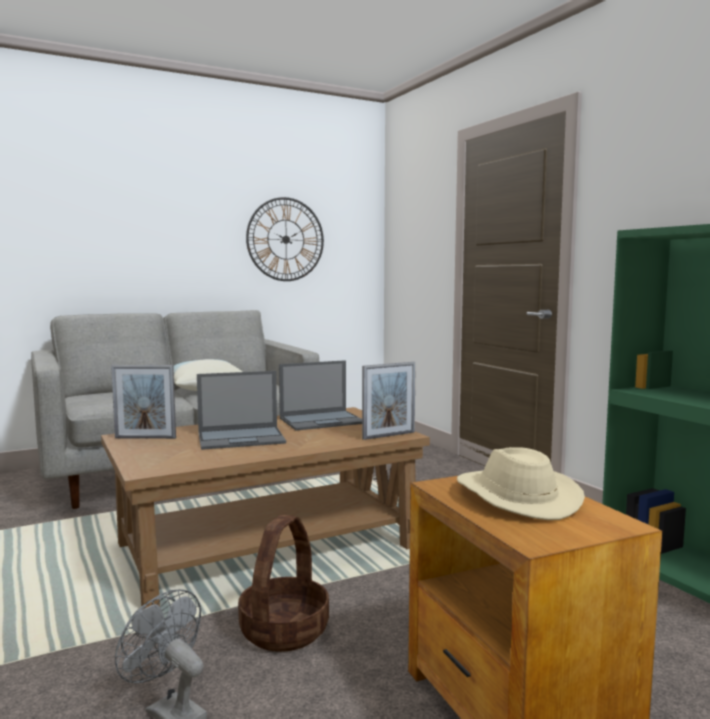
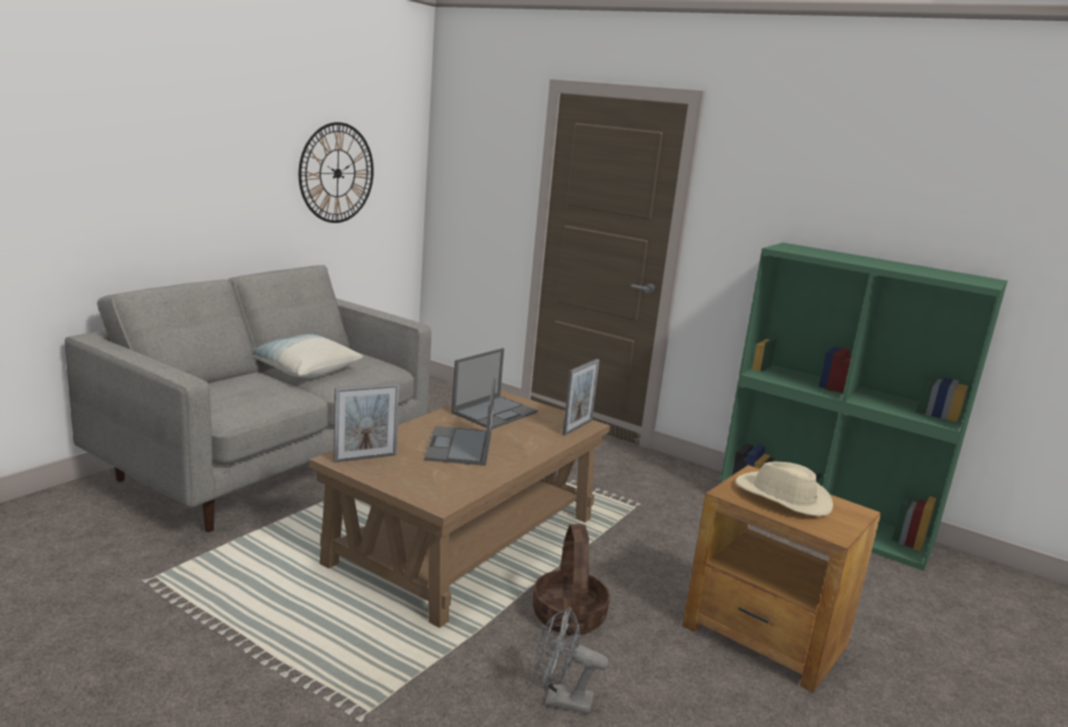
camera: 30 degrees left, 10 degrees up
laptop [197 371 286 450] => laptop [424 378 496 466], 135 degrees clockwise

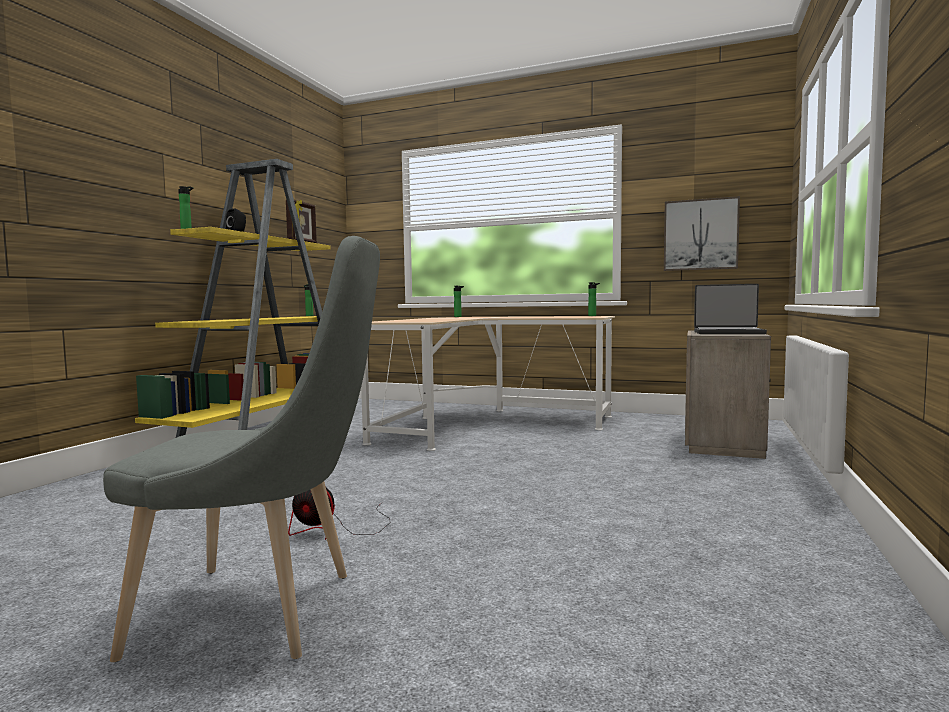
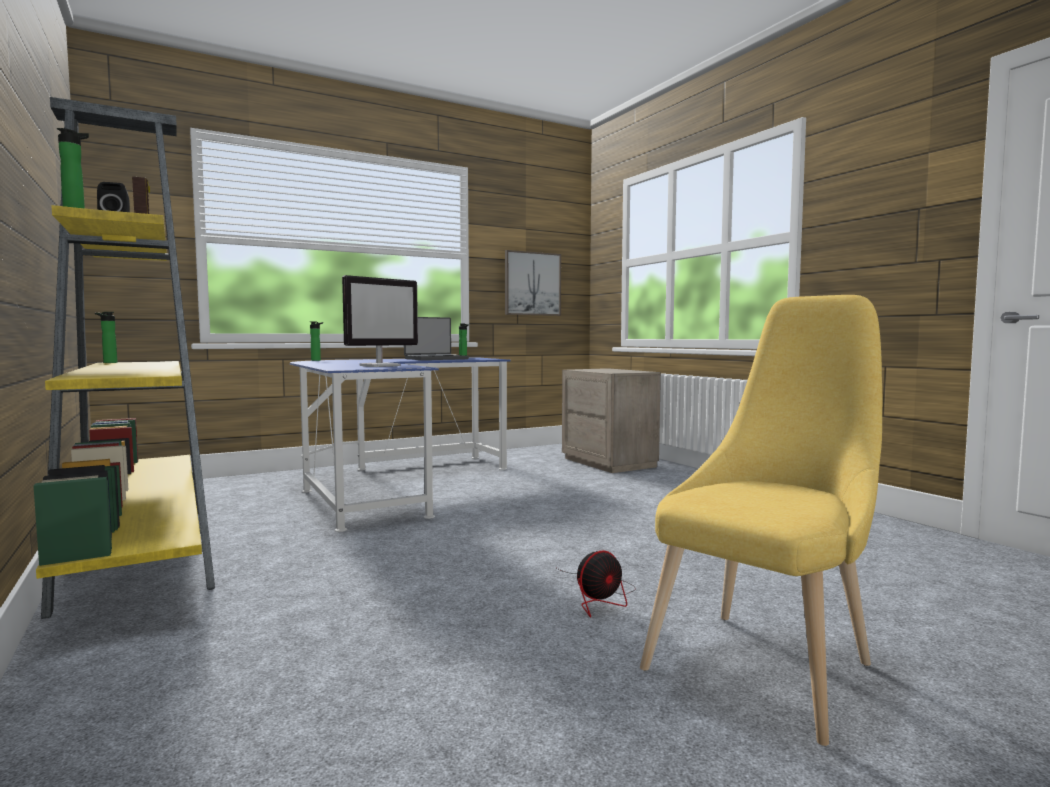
camera: 50 degrees left, 0 degrees up
beige_desk [361 316 615 451] => blue_desk [290 357 511 532]
nothing => monitor [342 275 418 367]
laptop [694 284 767 334] => laptop [404 317 469 360], moved
greyish_upright_chair [103 236 380 662] => yellow-coloured_upright_chair [640 295 882 746]

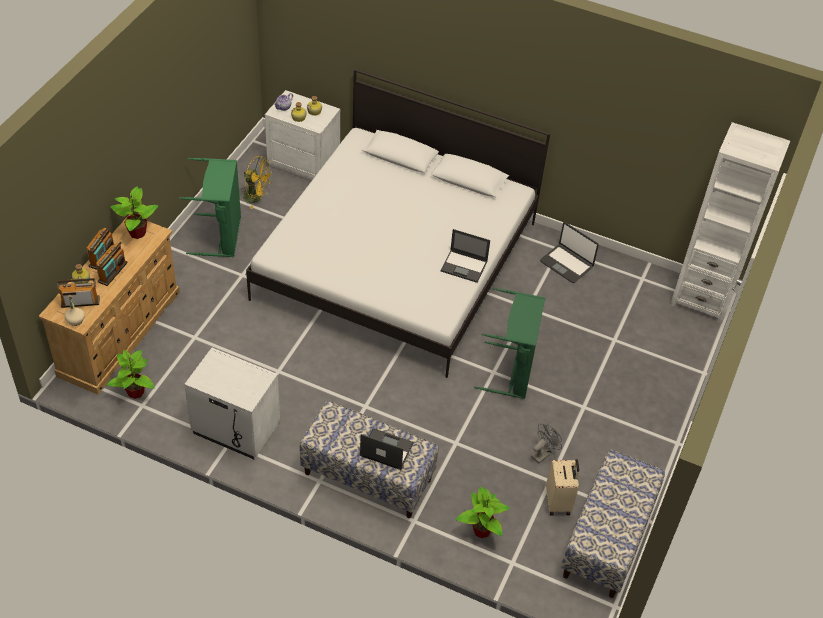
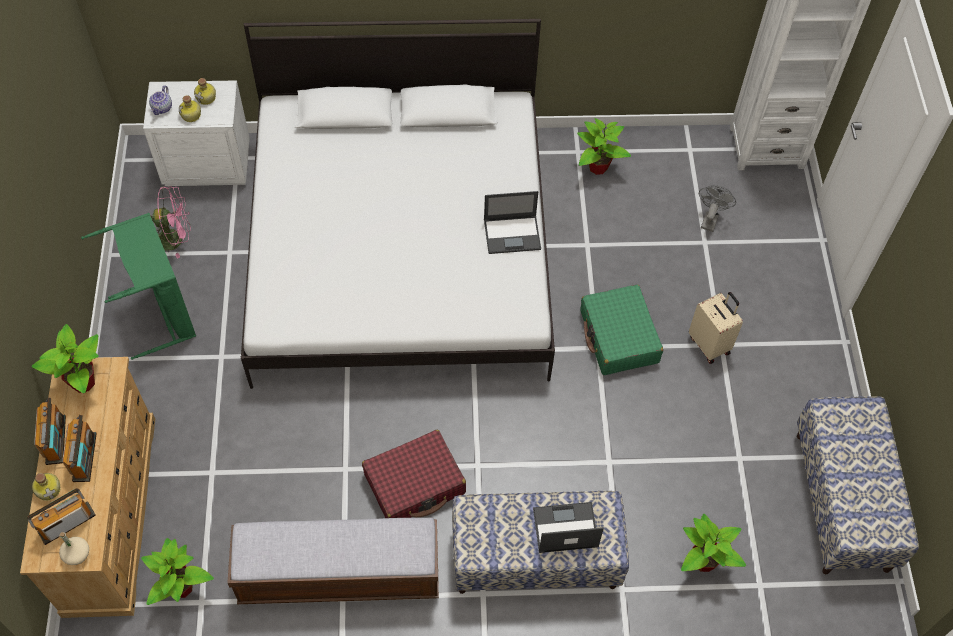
camera: 25 degrees left, 10 degrees up
yellow-coloured_fan [241 156 272 209] => pink-coloured_fan [150 186 191 258]
white-coloured_bedside_table [184 348 280 460] => indoor_bench [227 518 439 604]
nothing => red_suitcase [362 430 466 518]
laptop [540 222 599 283] => plant_in_a_pot [577 118 631 175]
greenish_washing_basket [474 288 545 399] => greenish_suitcase [581 285 663 375]
beige_suitcase [546 459 579 516] => beige_suitcase [689 292 743 364], moved
greyish_fan [531 424 562 464] => greyish_fan [699 185 736 232], moved

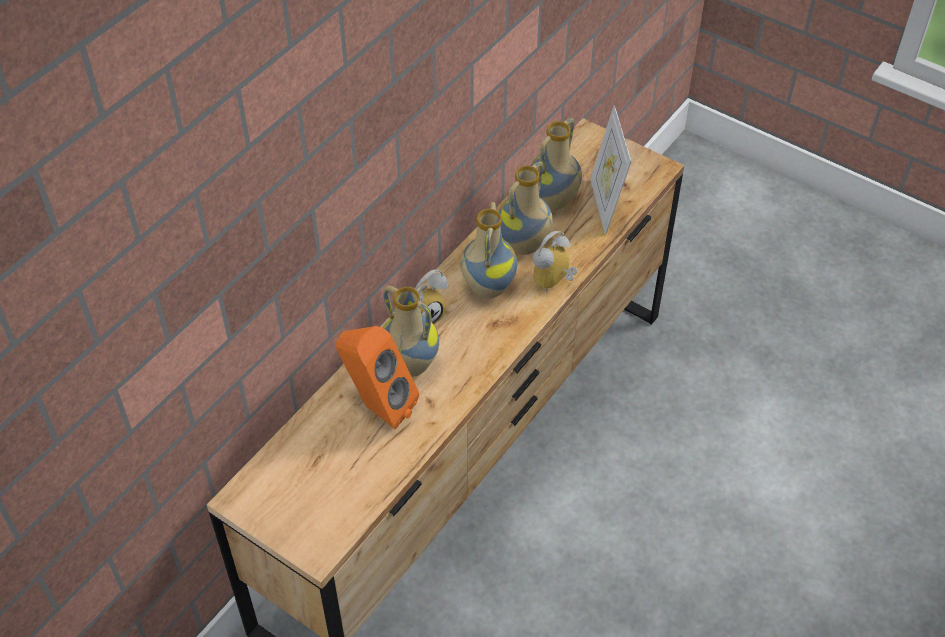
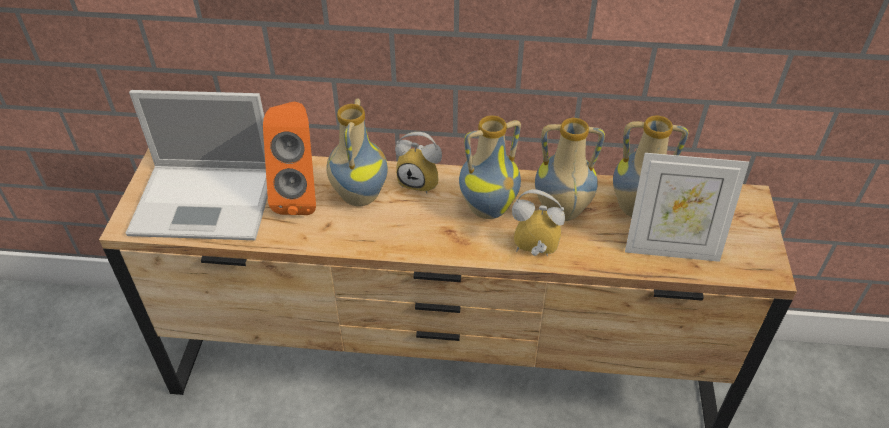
camera: 60 degrees right, 5 degrees down
nothing => laptop [126 90 268 240]
picture_frame [590 105 632 235] => picture_frame [625 153 749 262], 135 degrees counterclockwise

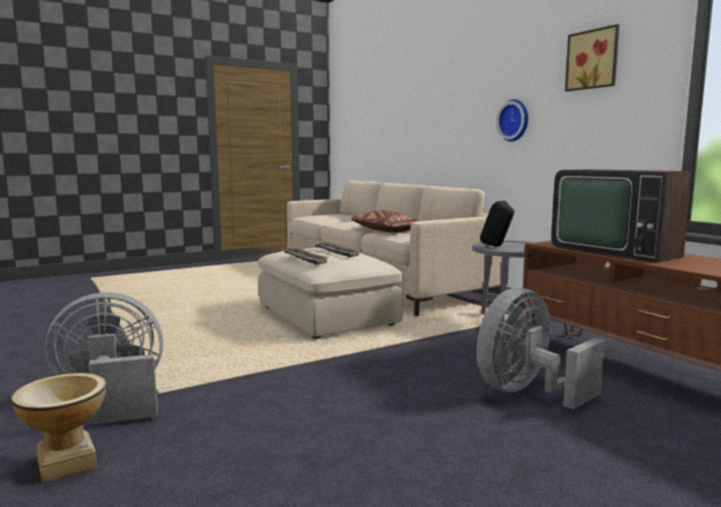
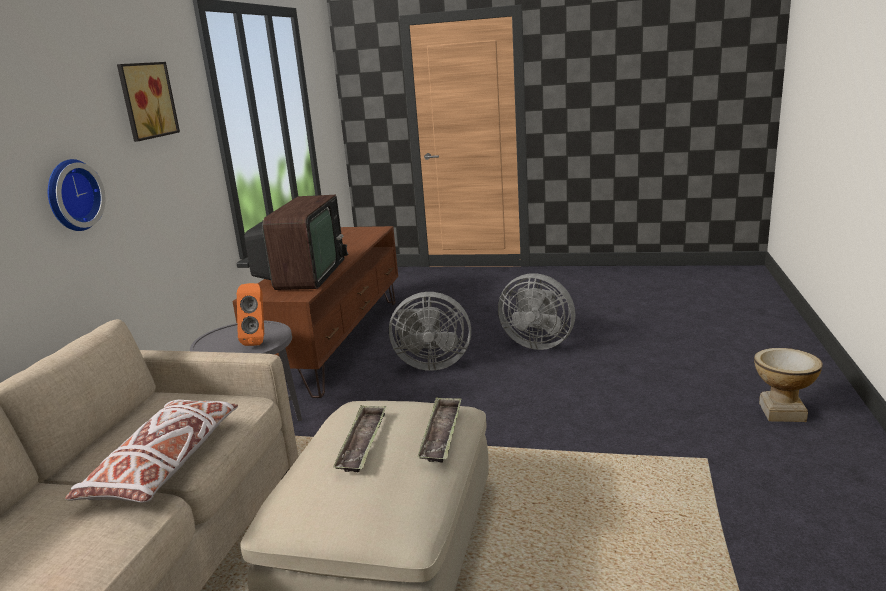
camera: 135 degrees left, 10 degrees up
brownish_cushion [351 210 419 233] => white-coloured_cushion [65 400 238 503]
black-coloured_loudspeaker [480 201 515 247] => orange-coloured_loudspeaker [237 283 264 346]
greyish_fan [45 292 163 424] => greyish_fan [498 273 576 350], moved

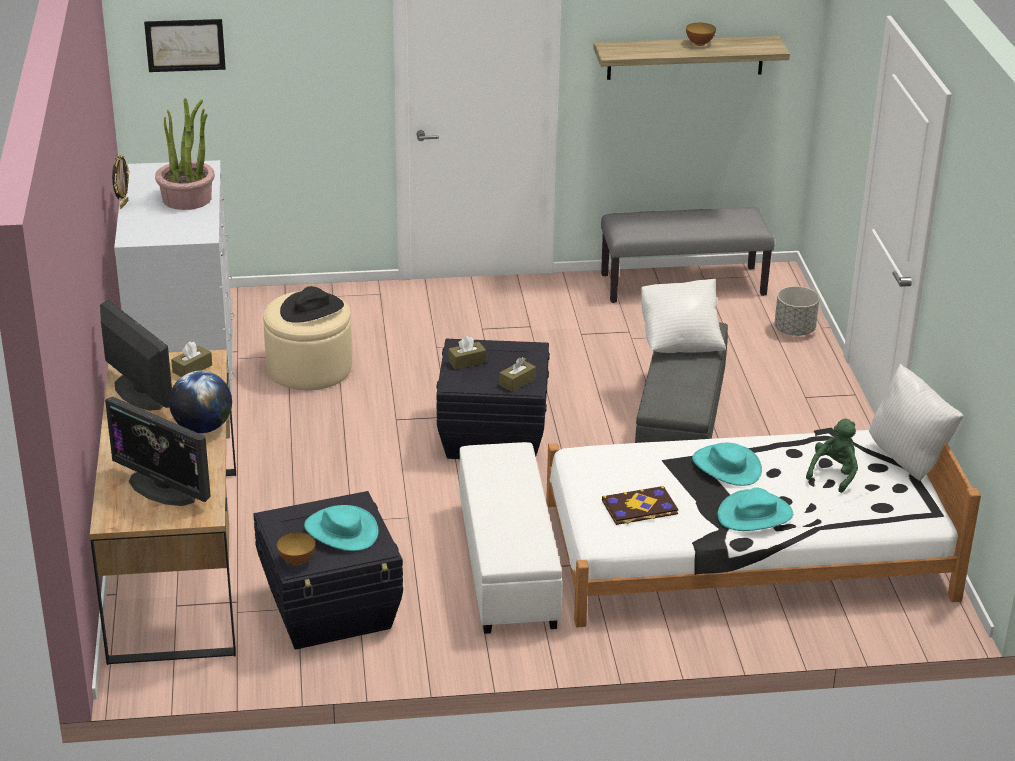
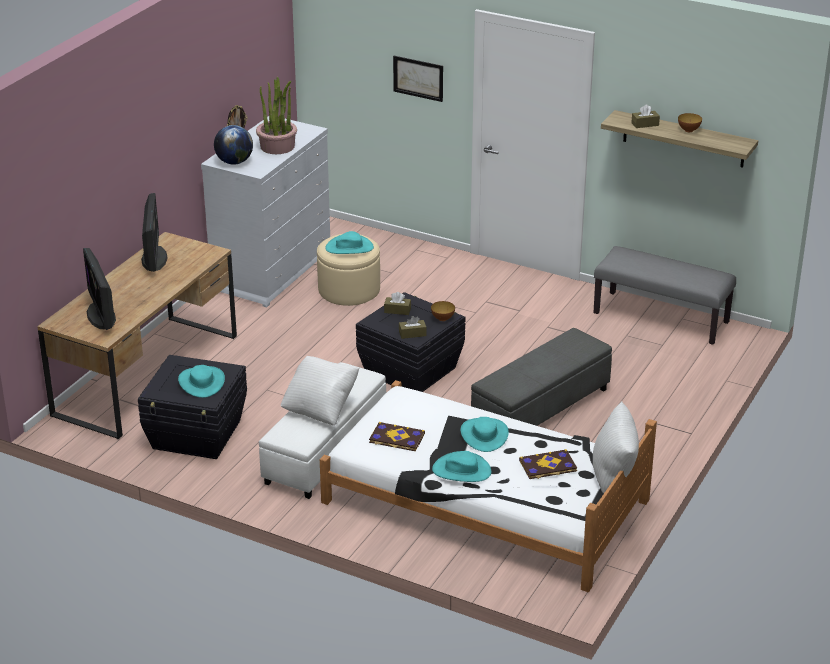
camera: 35 degrees right, 0 degrees up
world_globe [169 371 232 433] => world_globe [214 125 253 164], moved
white-coloured_cushion [641 279 726 353] => white-coloured_cushion [281 356 360 426], moved
black-coloured_clothing_hat [280 286 344 323] => blue-green_clothing_hat [325 231 374 254]
wall_art [144 19 226 72] => wall_art [393 56 443 102], moved
deep_dish [277 532 315 565] => deep_dish [431 301 455 321], moved
greenish_cuddly_toy [806 418 858 493] => bound_book [519 449 577 479]
brownish_tissue_box [171 342 212 377] => brownish_tissue_box [631 104 660 128], moved
greyish_flower_pot [774 286 819 336] => nothing

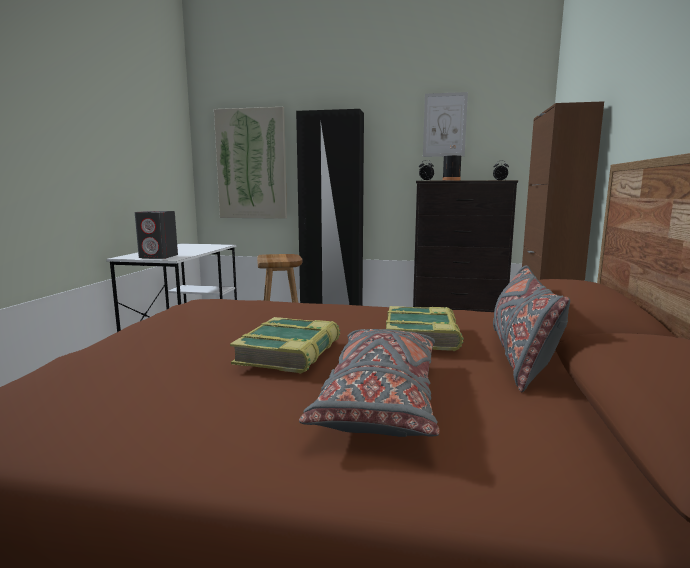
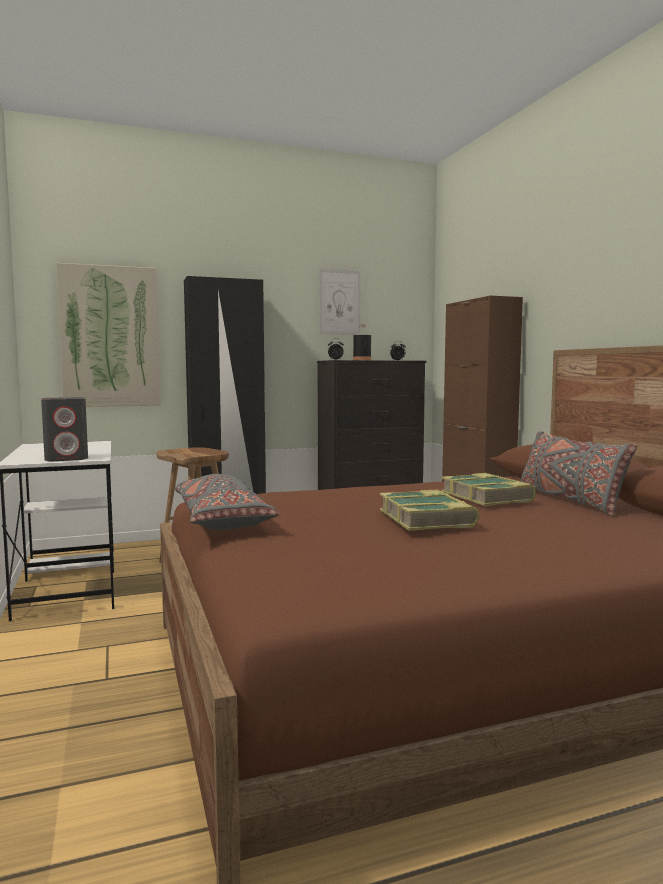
camera: 30 degrees left, 5 degrees down
greyish_cushion [299 329 439 437] => greyish_cushion [175 474 280 530], moved

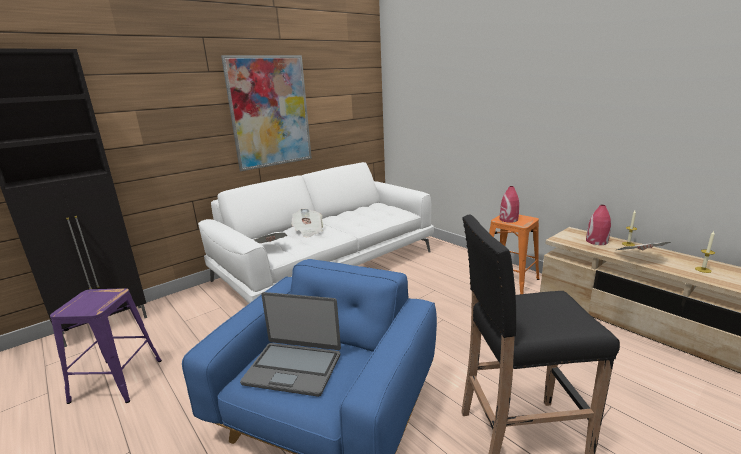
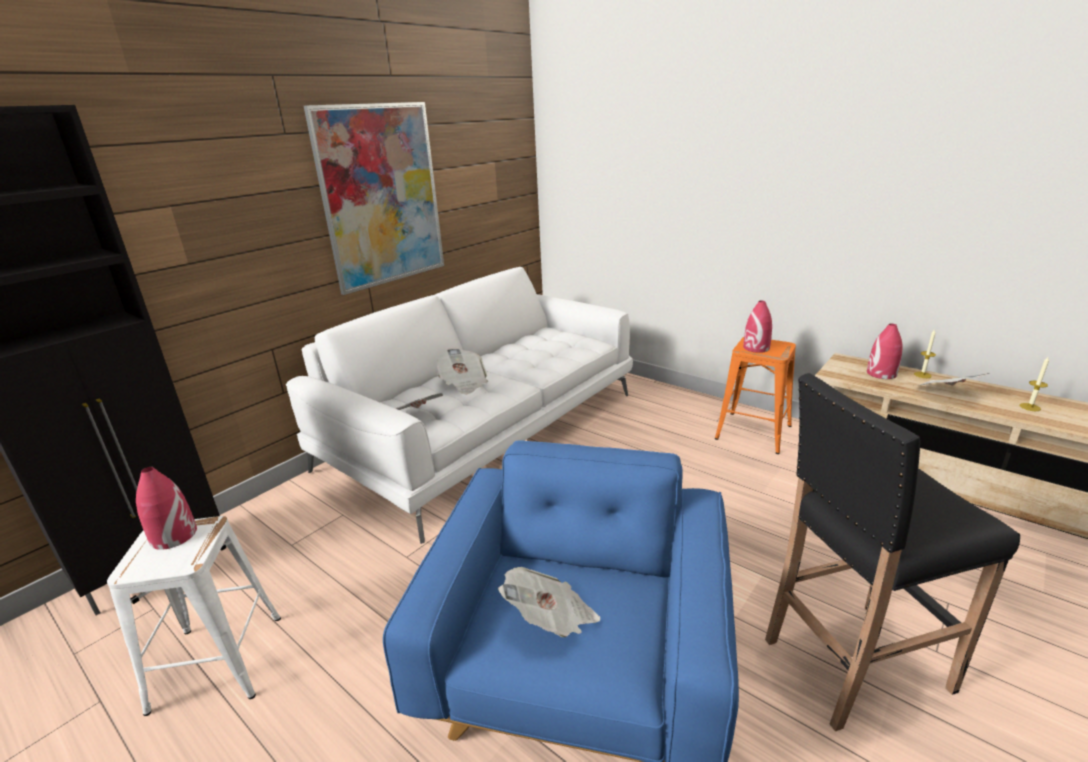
camera: 10 degrees left, 5 degrees up
purple_sitting_stool [50 288 162 404] => white-coloured_sitting_stool [107 516 281 716]
nothing => red_flower_vase [136 467 197 550]
laptop [240 292 341 397] => newspaper [498 567 600 637]

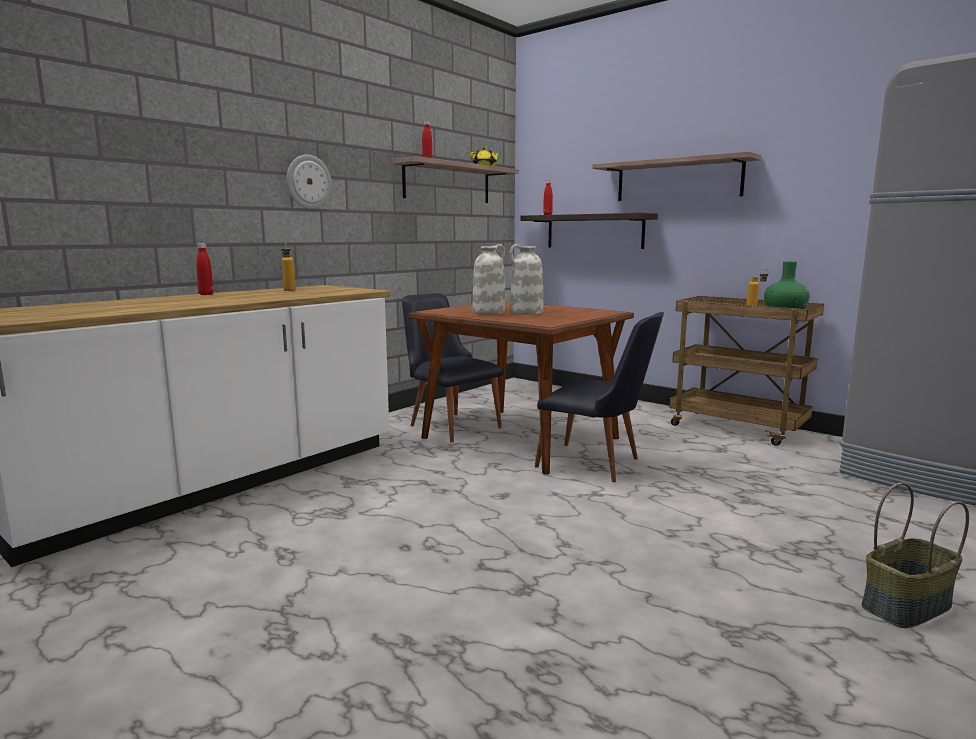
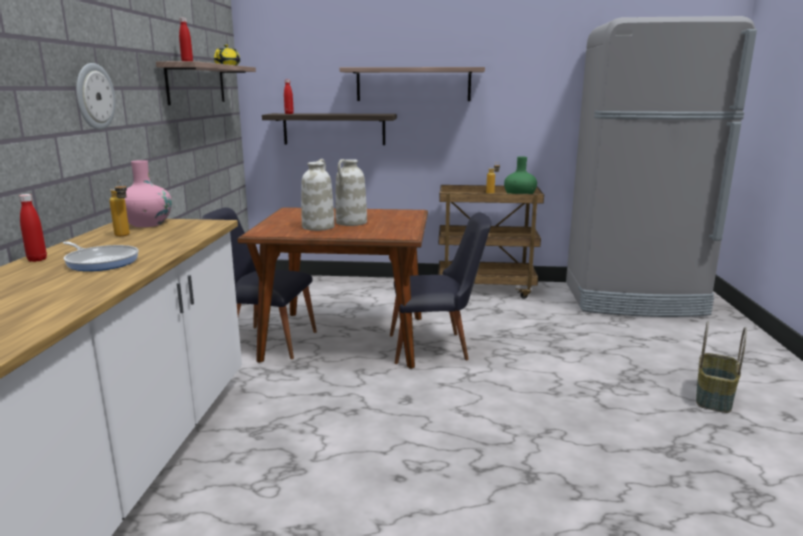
camera: 35 degrees left, 5 degrees up
nothing => skillet [63 241 139 271]
nothing => pink-coloured_flower_vase [125 160 172 227]

